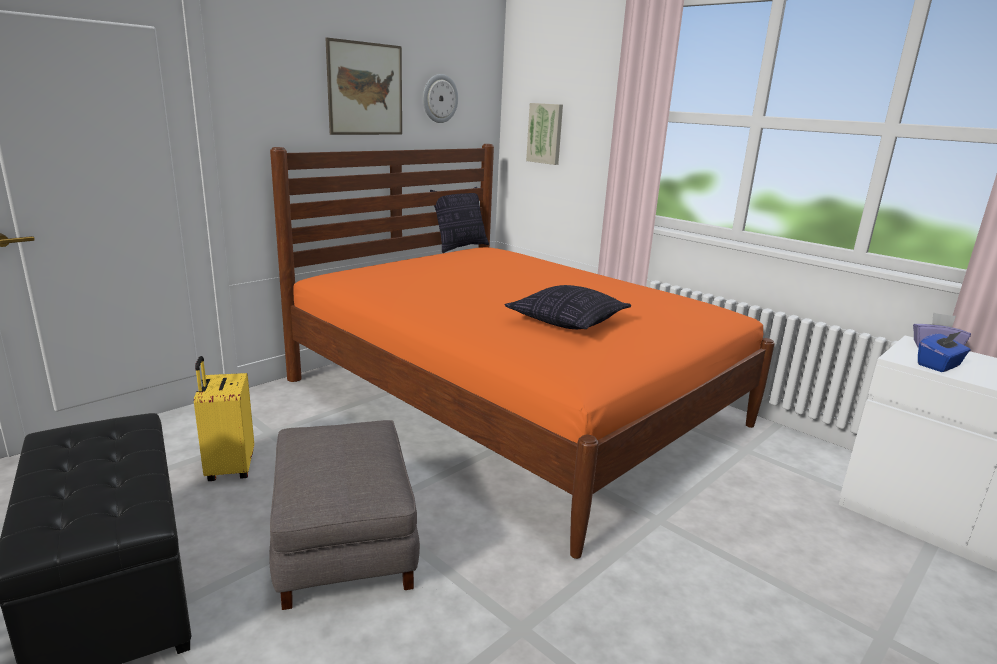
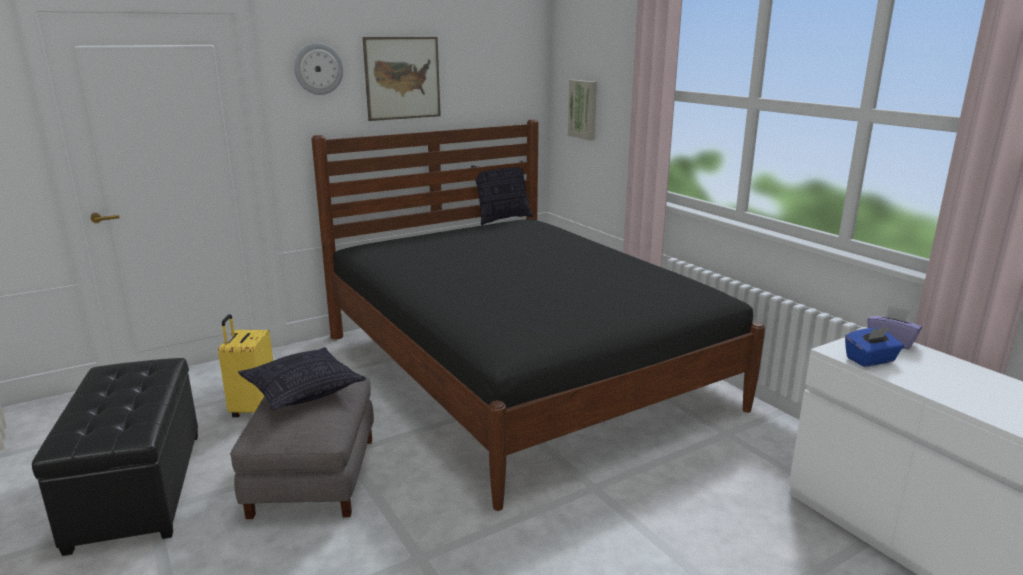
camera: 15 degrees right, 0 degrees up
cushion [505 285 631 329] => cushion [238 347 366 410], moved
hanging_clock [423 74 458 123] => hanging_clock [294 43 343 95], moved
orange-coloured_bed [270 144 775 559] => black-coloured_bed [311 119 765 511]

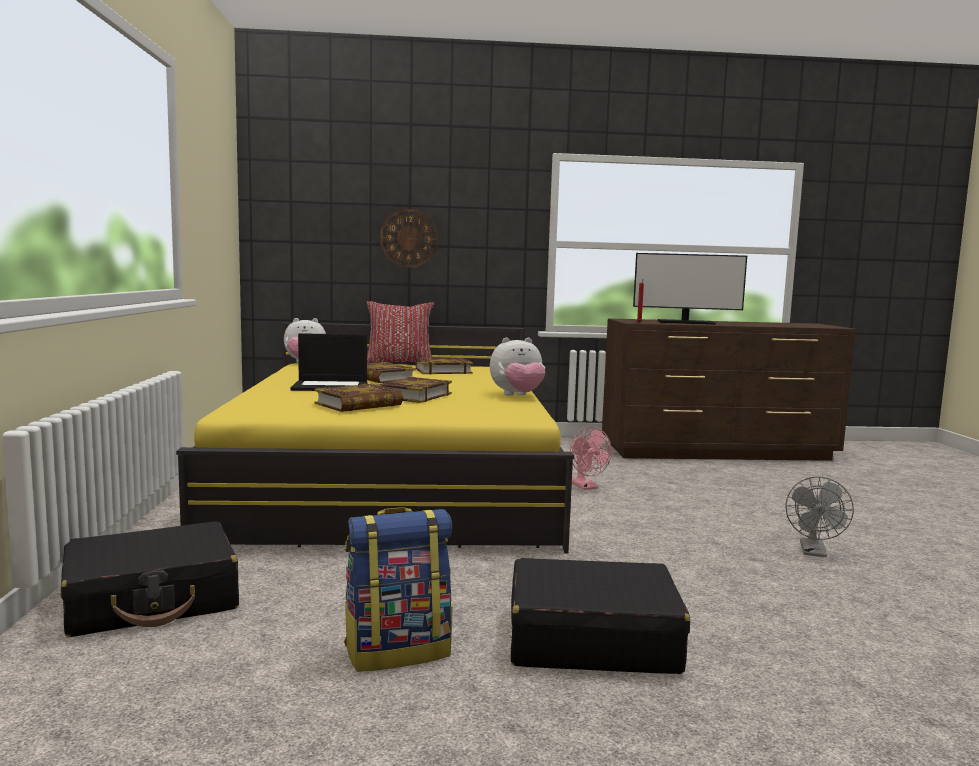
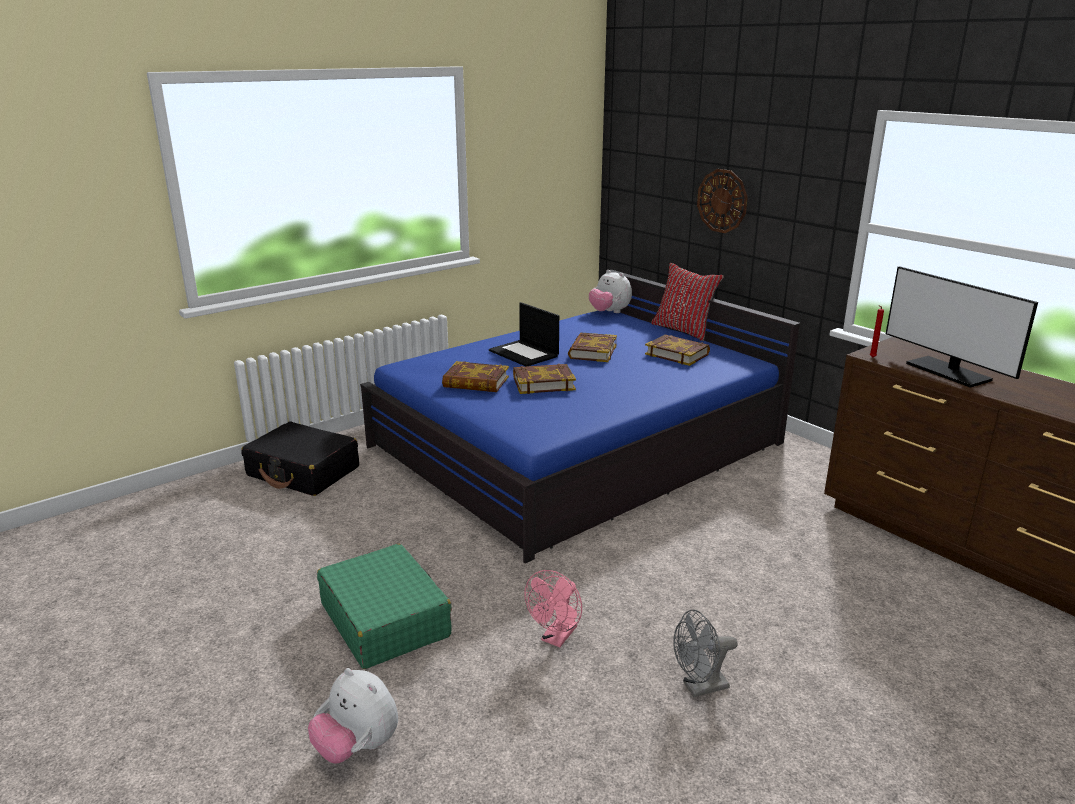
camera: 55 degrees right, 15 degrees up
cuddly_toy [490 338 545 395] => cuddly_toy [308 668 398 764], moved
black-coloured_suitcase [511 558 690 674] => greenish_suitcase [317 544 452 669]
yellow-coloured_bed [176 322 574 553] => blue_bed [360 270 801 563]
pink-coloured_fan [570 427 612 490] => pink-coloured_fan [524 570 582 647], moved
backpack [344 507 452 672] => nothing

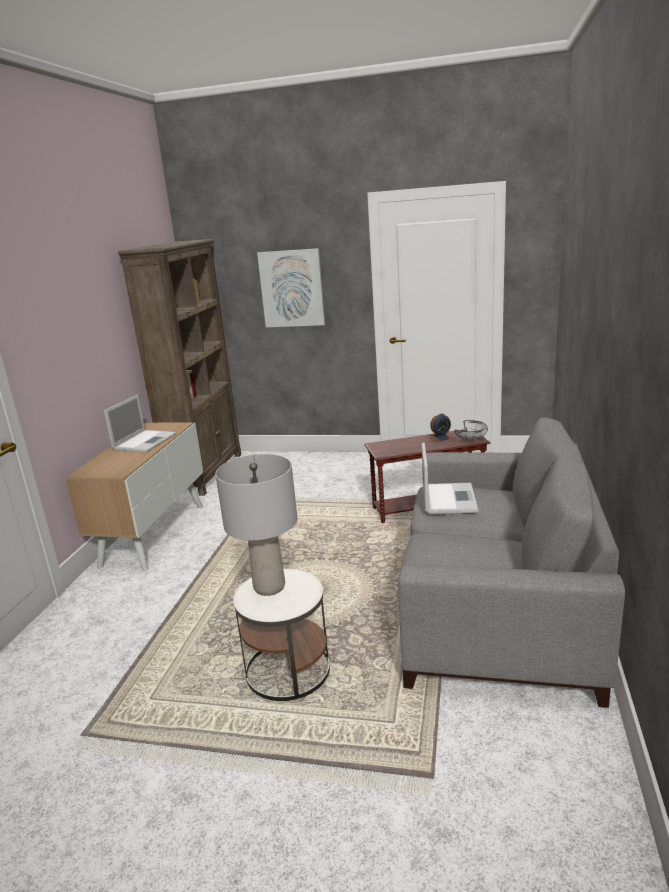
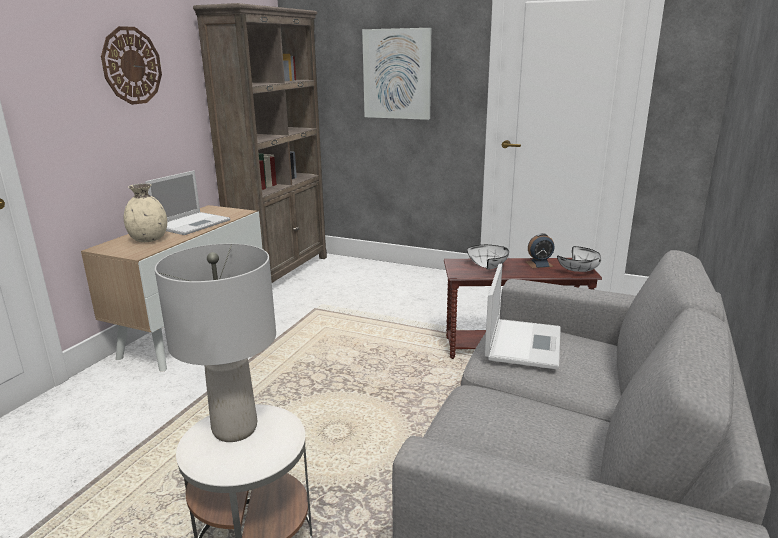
camera: 10 degrees right, 0 degrees up
nothing => hanging_clock [101 26 162 105]
nothing => beige_flower_vase [124 183 167 242]
nothing => white-coloured_deep_dish [467 245 509 270]

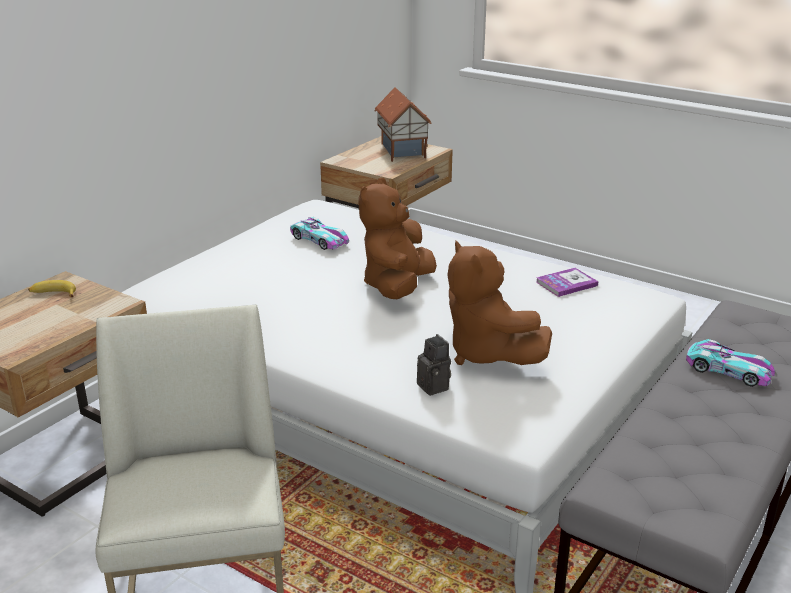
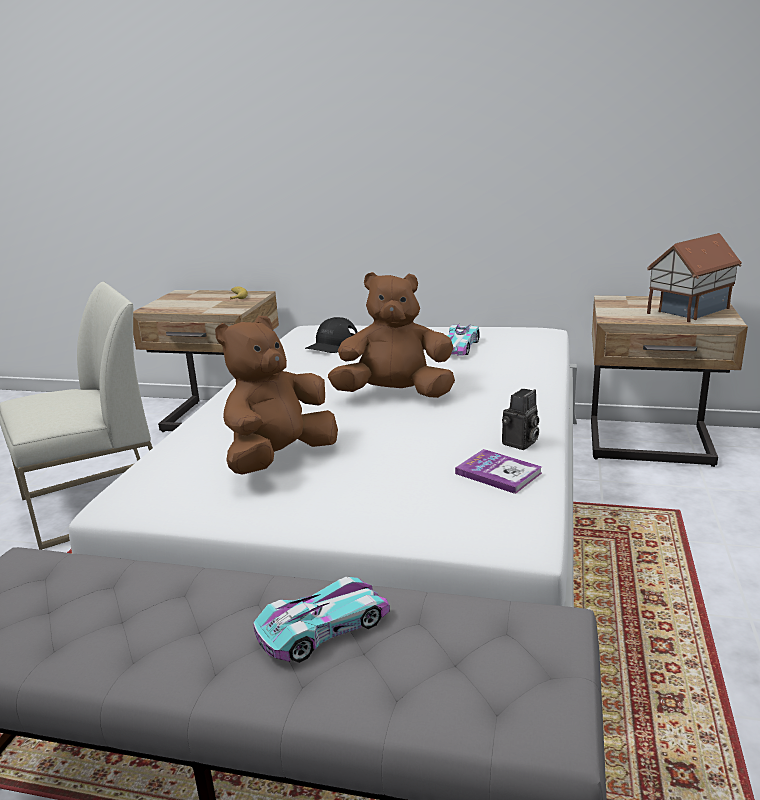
camera: 70 degrees right, 5 degrees down
toy_car [686 339 775 387] => toy_car [253 576 390 663], 135 degrees counterclockwise
nothing => black-coloured_cap [305 317 358 353]
photo_camera [417 334 451 396] => photo_camera [502 389 539 450], moved

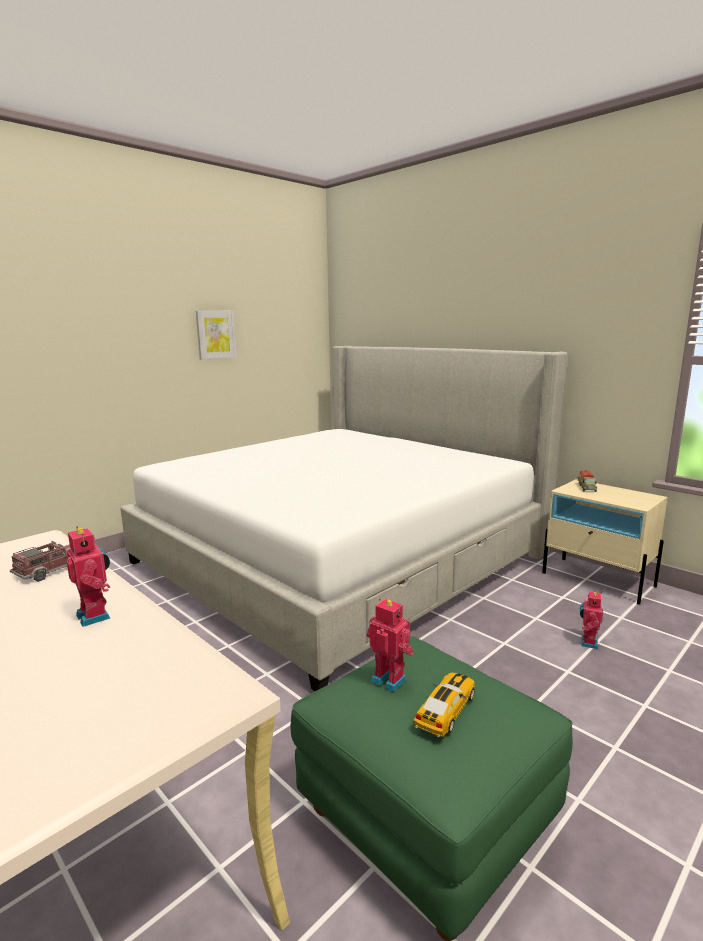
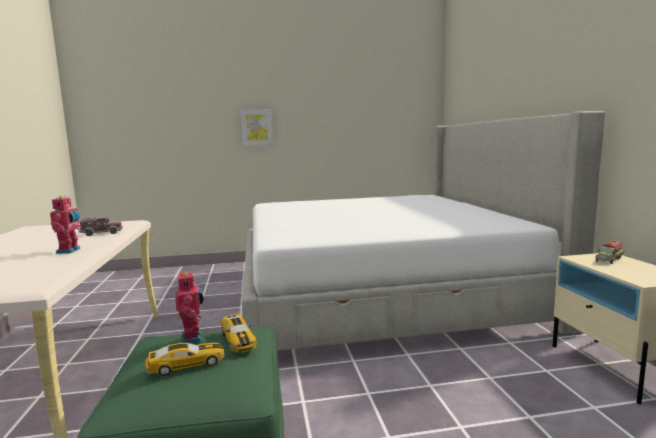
camera: 35 degrees right, 5 degrees down
nothing => toy_car [221 314 257 353]
wall_art [196 311 236 360] => wall_art [240 109 273 146], moved
toy_robot [580 590 603 649] => nothing

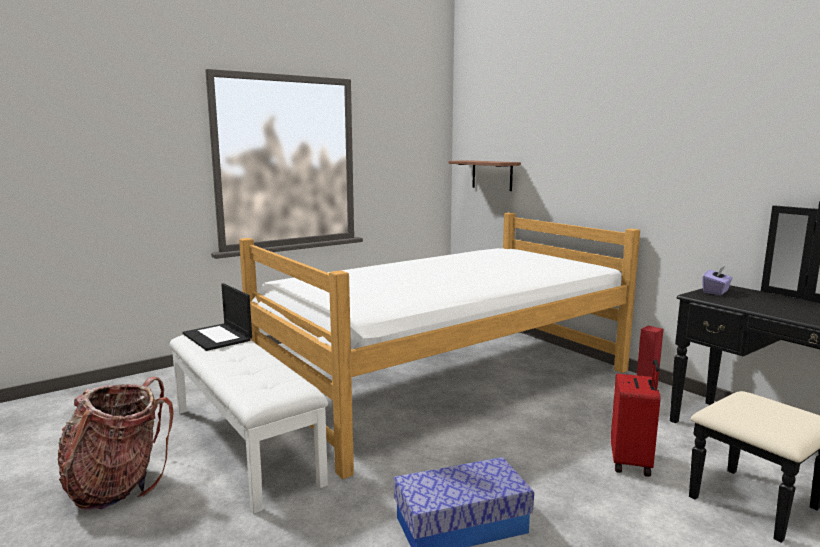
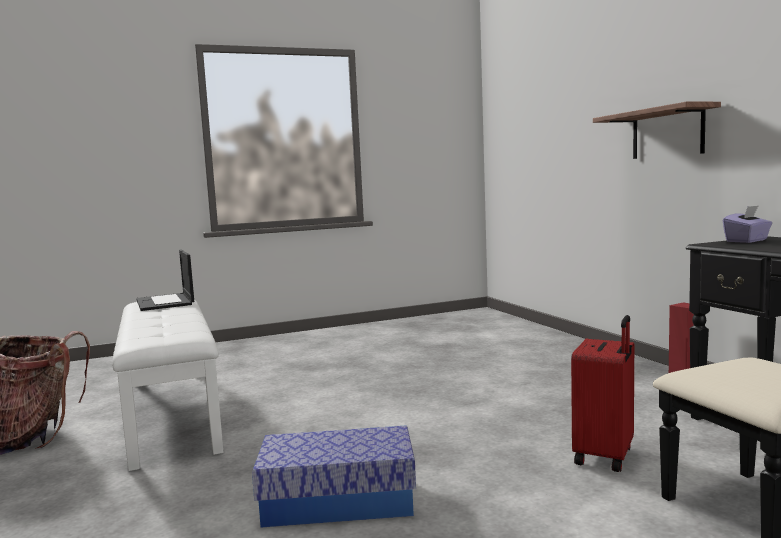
camera: 15 degrees right, 5 degrees down
bracket_shelf [448 160 521 191] => bracket_shelf [593 101 721 159], moved
bed [239 212 640 479] => nothing

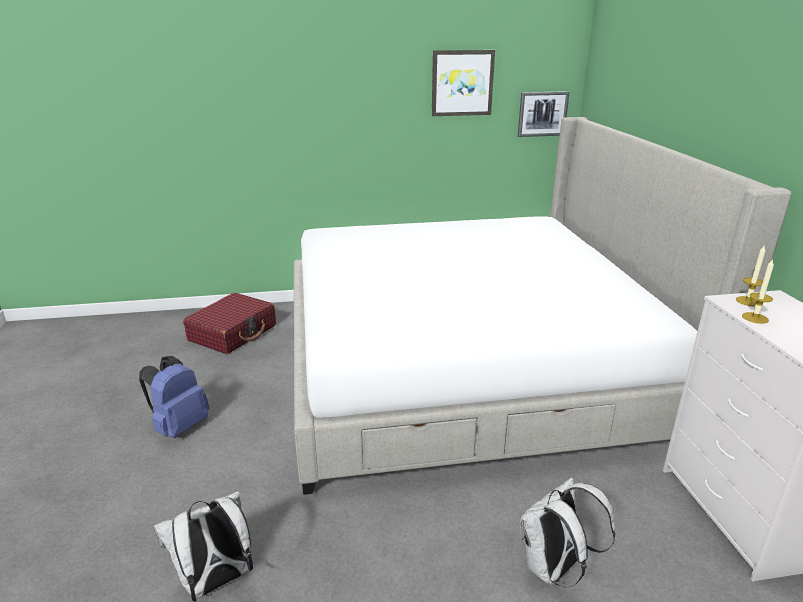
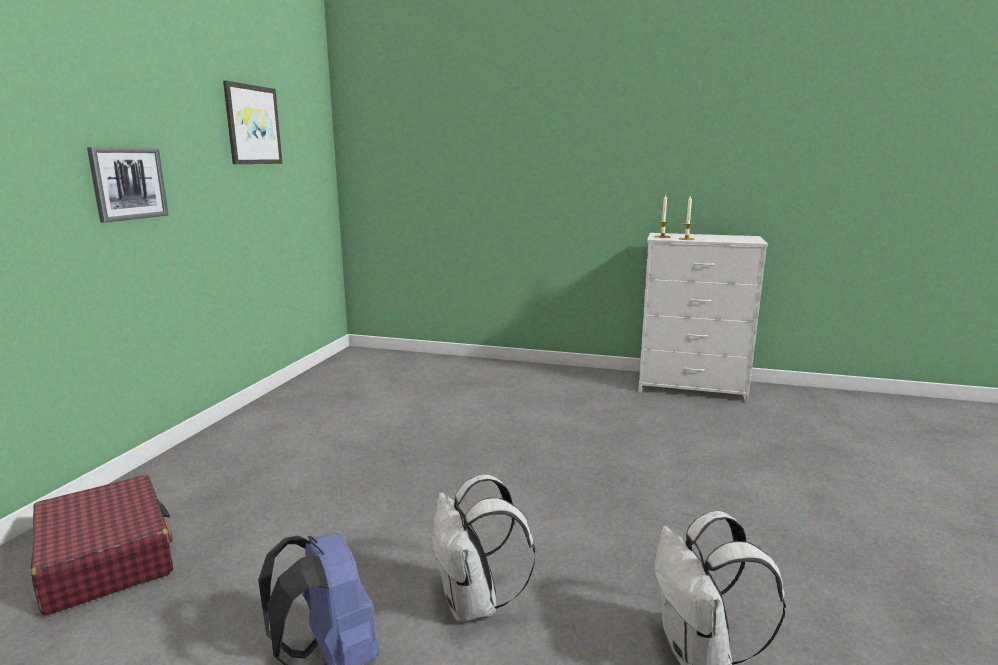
camera: 65 degrees left, 10 degrees down
wall_art [518 91 570 137] => wall_art [87 147 169 223], moved
white-coloured_backpack [520 478 615 587] => white-coloured_backpack [432 475 535 622], moved
bed [294 117 792 495] => nothing

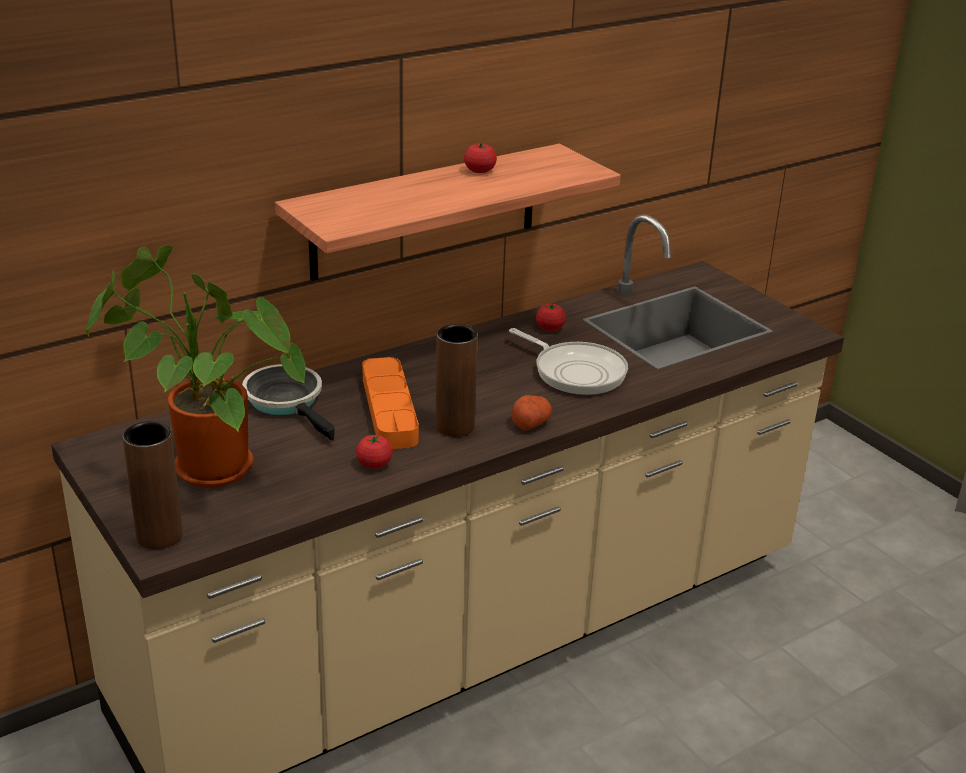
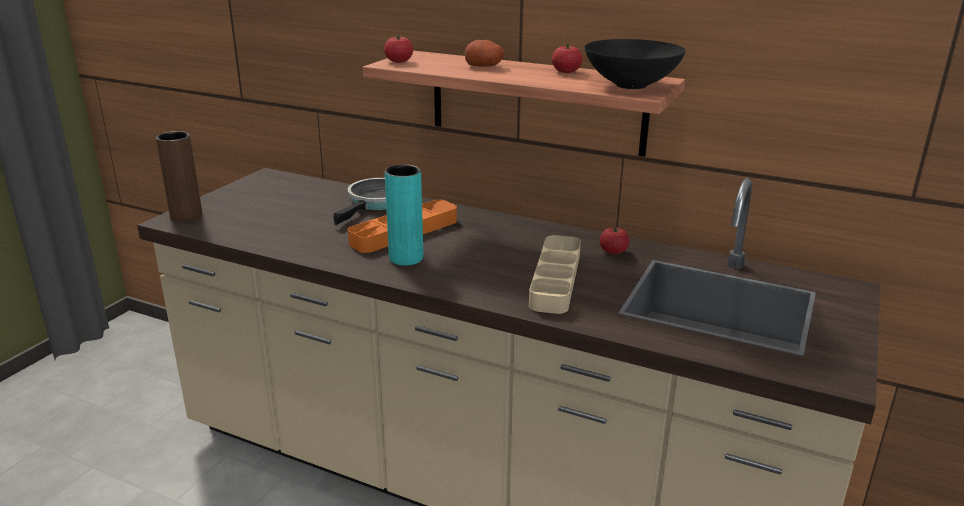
camera: 60 degrees right, 5 degrees down
tomato [356 434 393 469] => tomato [384 35 413 63], moved
brownish_flower_vase [435 324 478 437] => blue-green_flower_vase [385 164 423 266]
potato [511 395 552 431] => potato [465 40 504 67], moved
skillet [509 328 628 395] => beige_carrying_tray [529 235 581 314]
nothing => black-coloured_deep_dish [584 39 686 89]
plant_in_a_pot [86 245 306 488] => nothing

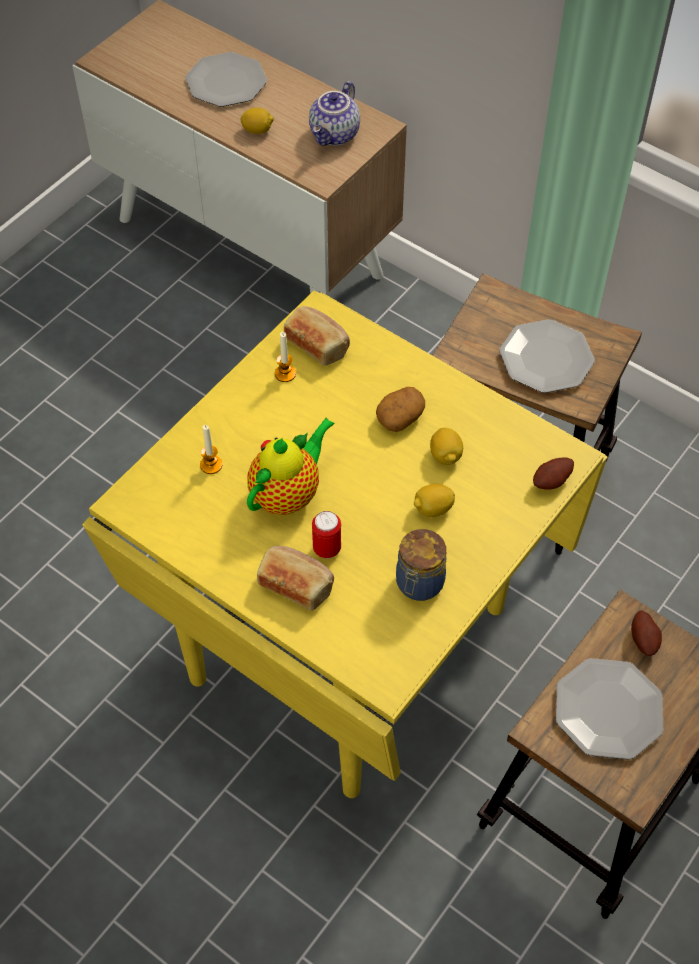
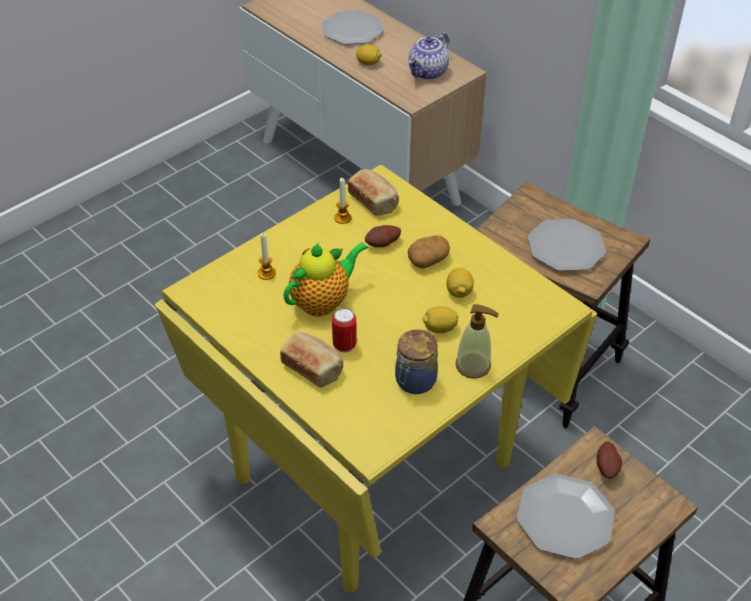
camera: 10 degrees right, 10 degrees down
potato [533 458 574 490] => potato [365 225 401 247], moved
nothing => liquid_soap_bottle [455 304 499 379]

